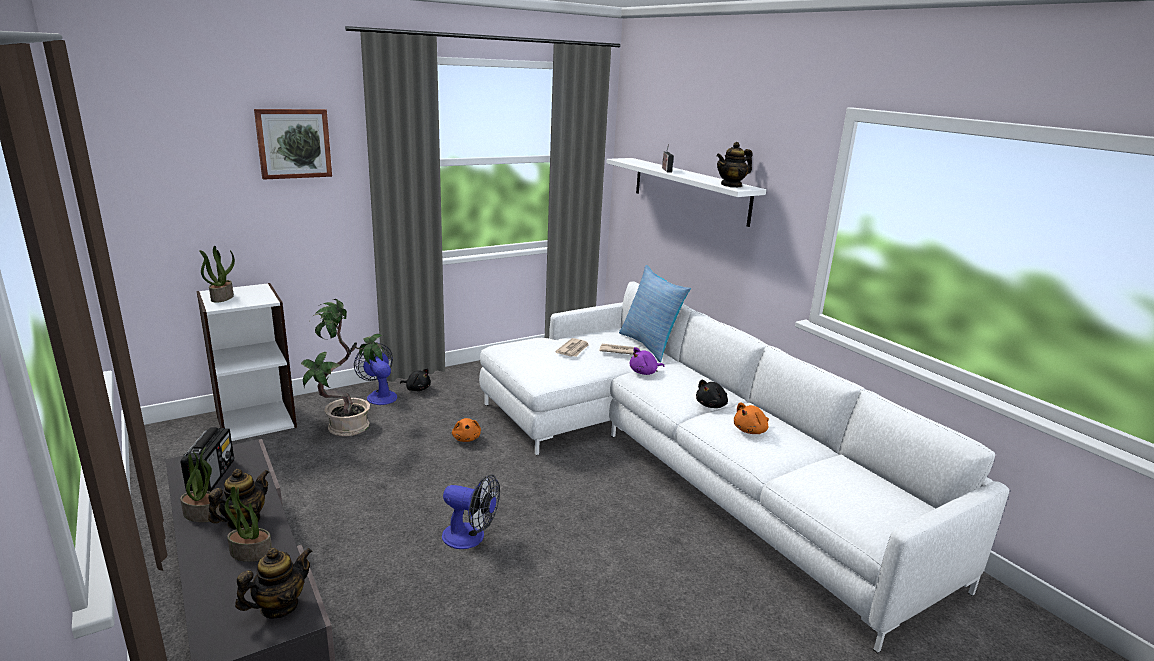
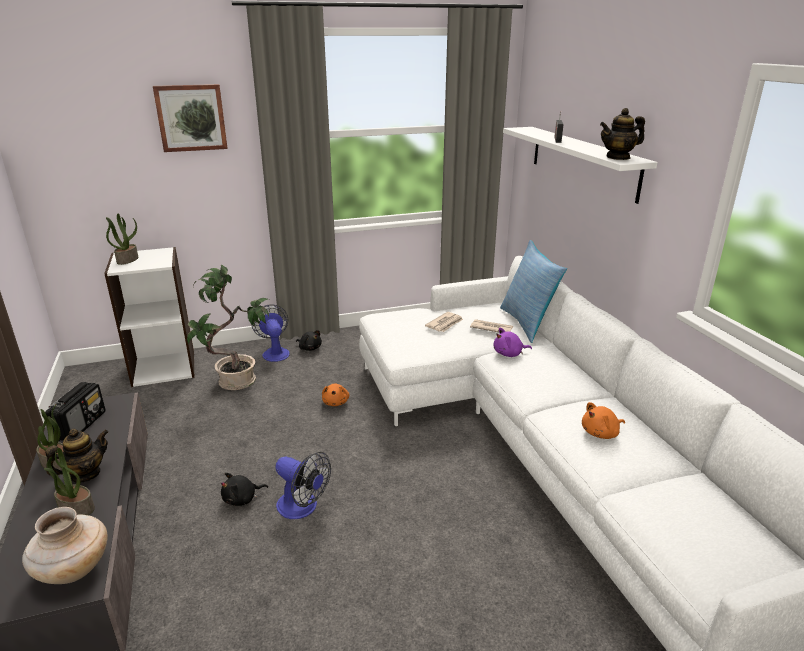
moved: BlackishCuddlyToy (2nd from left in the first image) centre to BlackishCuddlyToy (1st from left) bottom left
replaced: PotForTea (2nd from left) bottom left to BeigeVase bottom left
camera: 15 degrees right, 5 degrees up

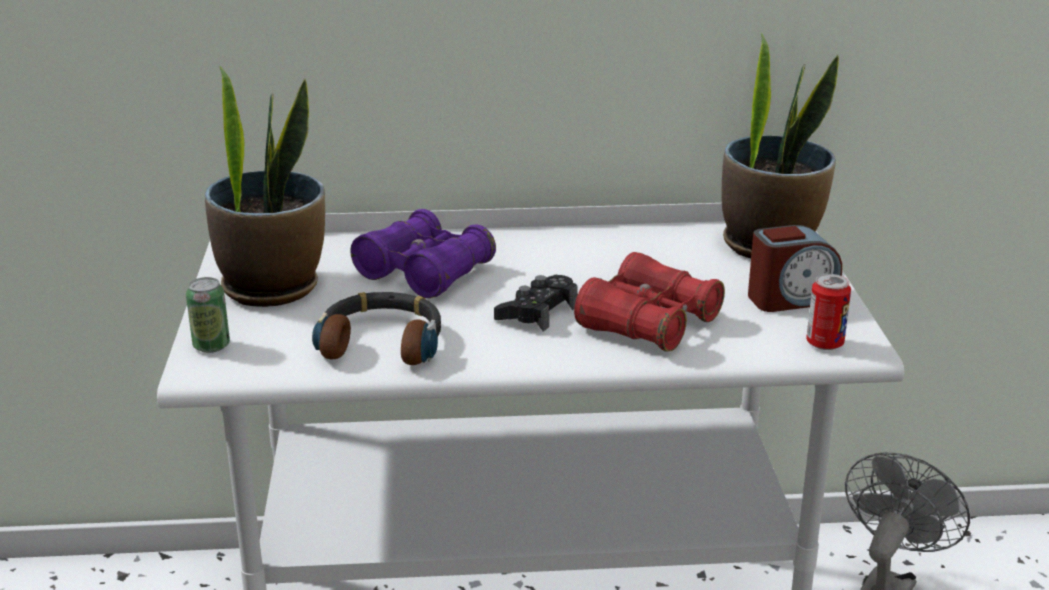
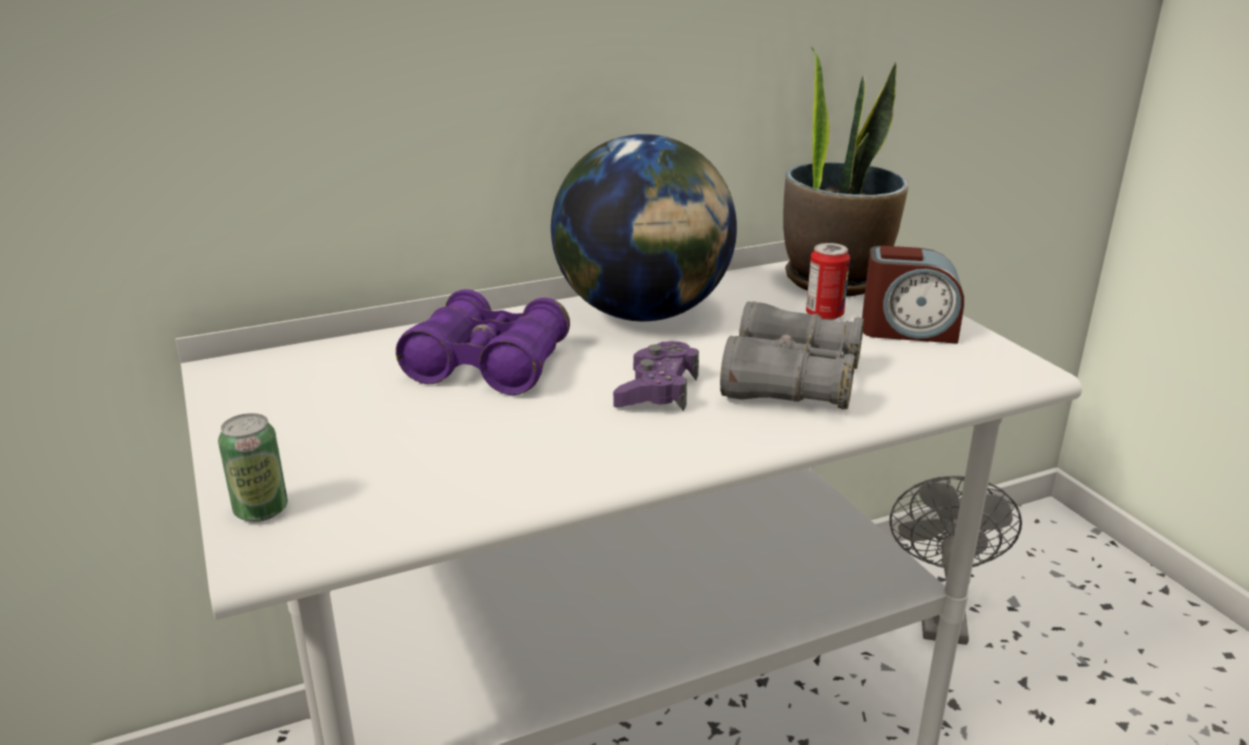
removed: PlantInAPot (1st from left) top left; Headset centre
added: DeskGlobe top centre
moved: Can (2nd from left) middle right to centre
recoloured: BlackishGameController centre to PurplishGameController centre; RedBinoculars centre to GrayBinoculars centre
turned: TableClock middle right = middle right 45 degrees clockwise
camera: 20 degrees left, 0 degrees up

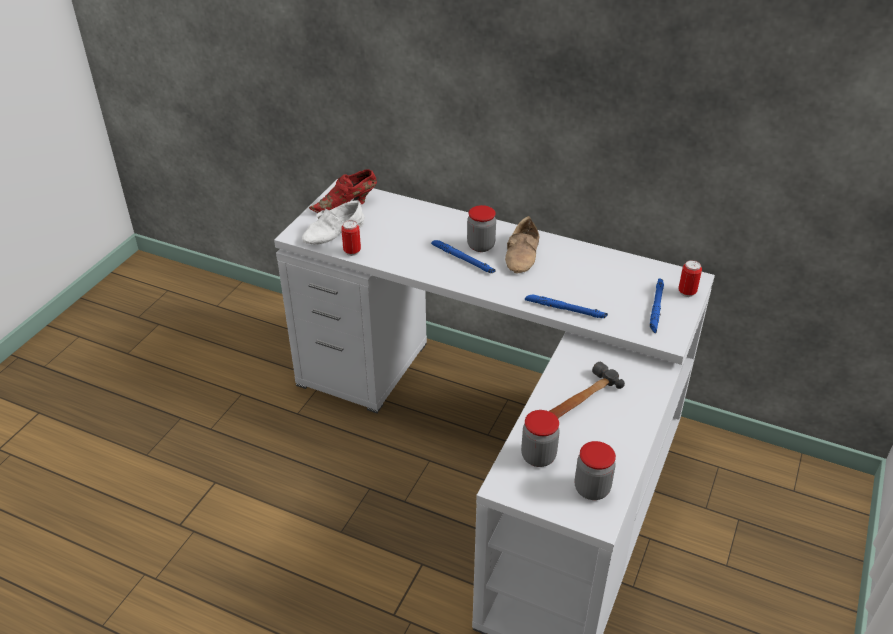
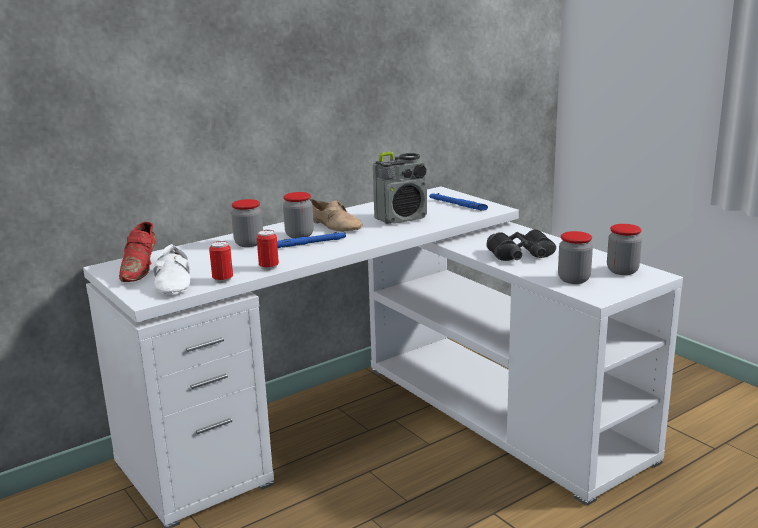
removed: BluishTorch (2nd from left) centre
added: PreserveJar (1st from left) middle left; Radio centre
moved: Can (2nd from left) middle right to centre
replaced: Hammer centre to BlackishBinoculars middle right
camera: 60 degrees left, 20 degrees down

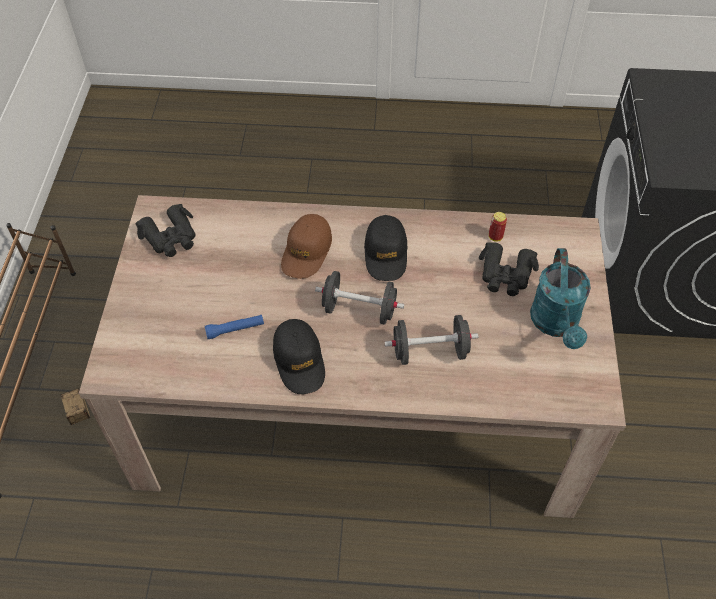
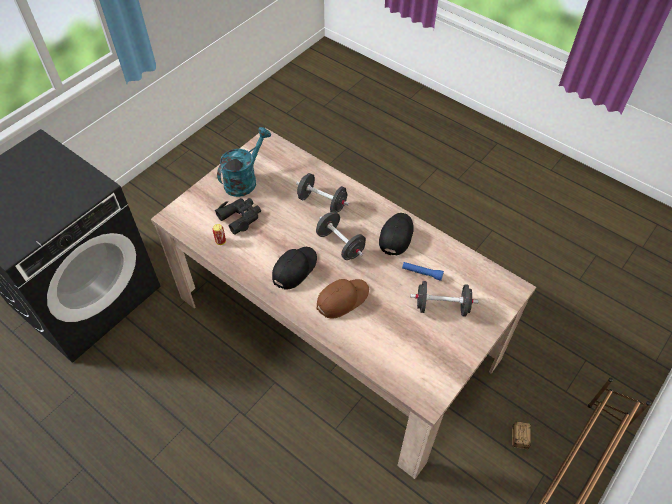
removed: BlackishBinoculars (1st from left) middle left
added: BlackishHandWeight (3rd from left) centre
camera: 145 degrees left, 0 degrees up

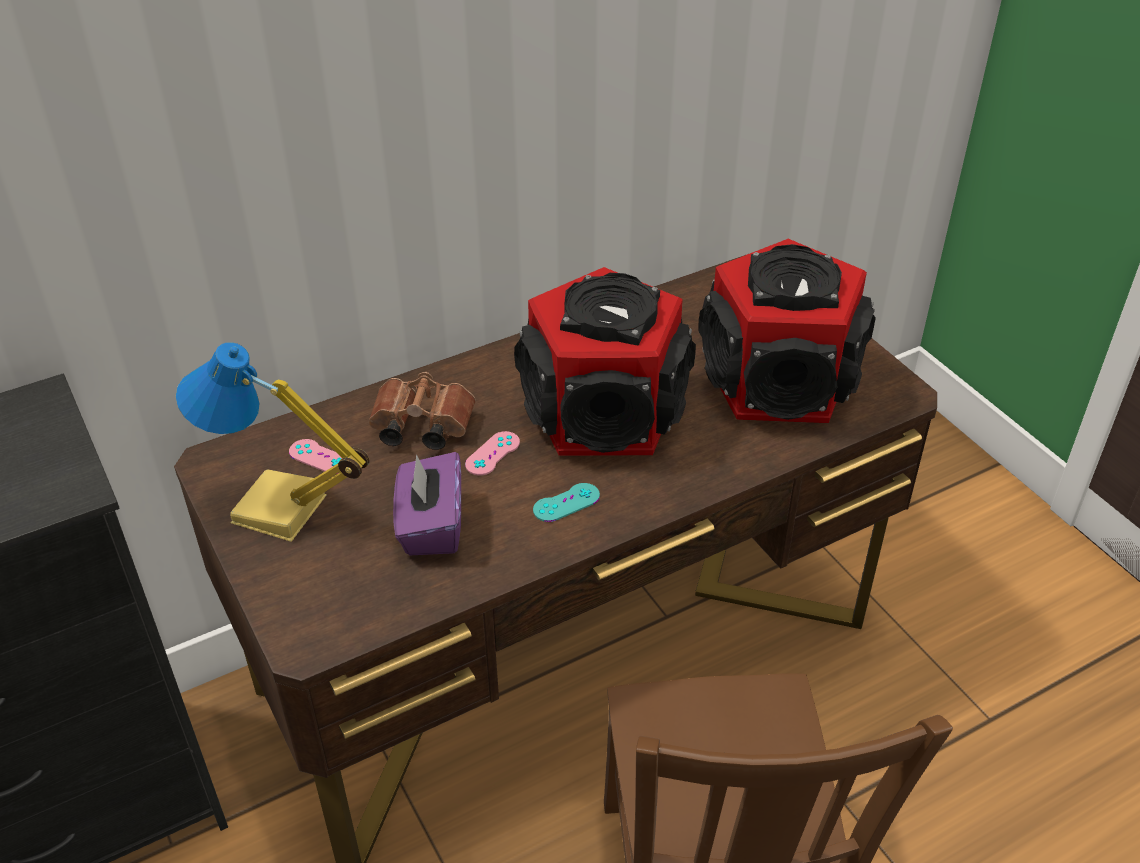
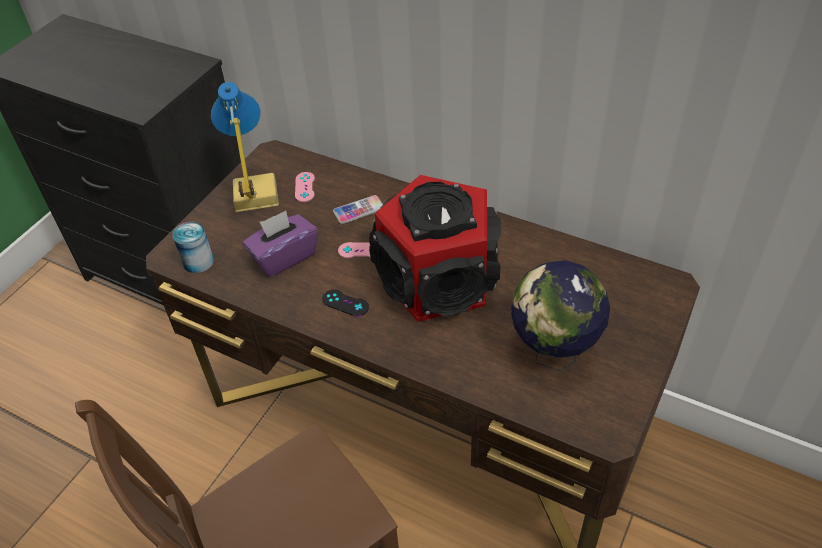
added: Can middle left
replaced: BrownColouredBinoculars centre to Handset centre; Speaker (2nd from left) middle right to DeskGlobe middle right
recoloured: TurquoiseGameController centre to BlackishGameController centre
camera: 60 degrees right, 5 degrees up

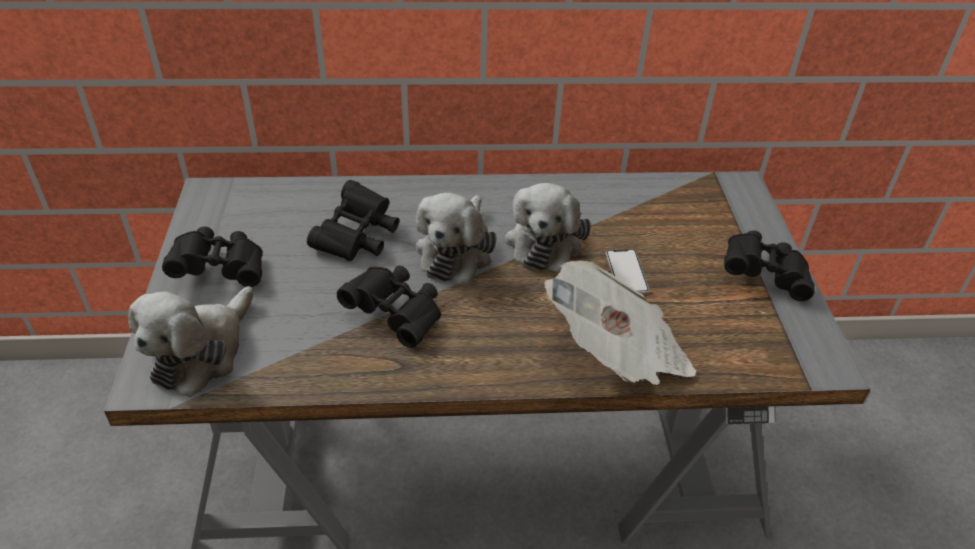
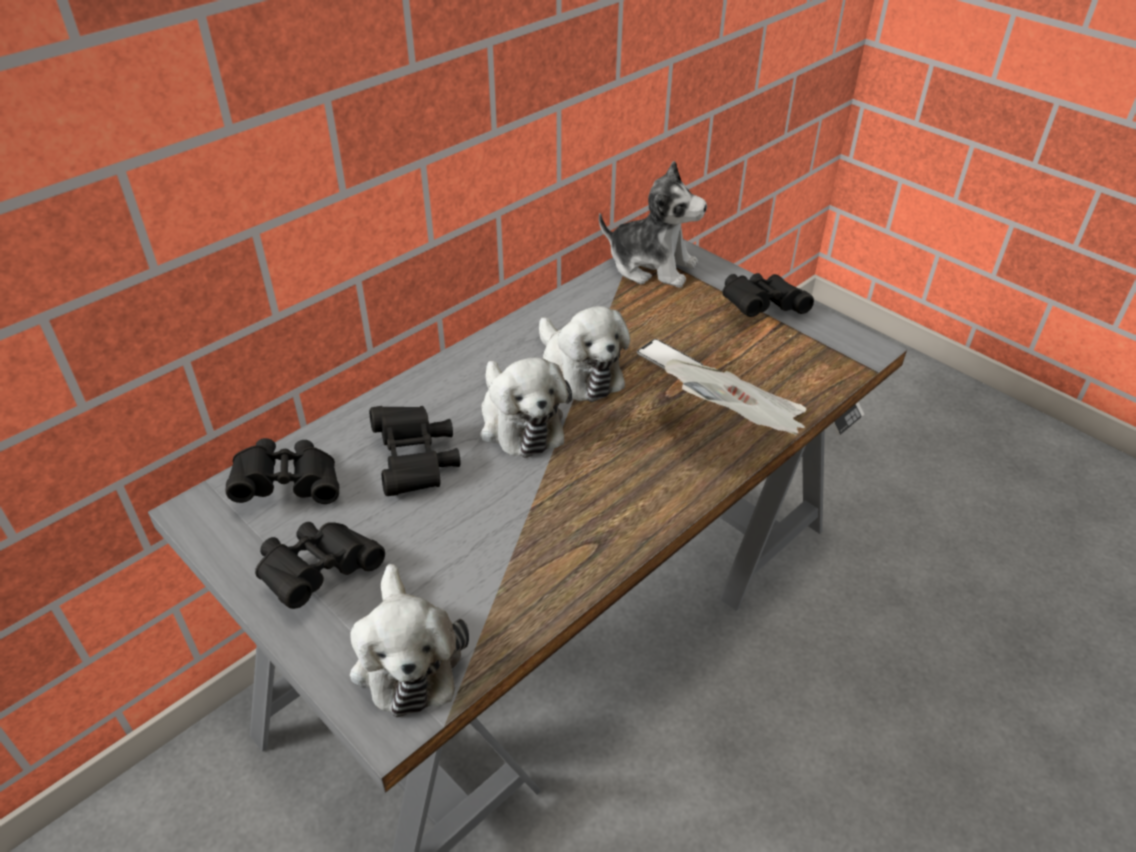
added: CuddlyToy (4th from left) top centre
moved: BlackishBinoculars (3rd from left in the first image) centre to BlackishBinoculars (1st from left) middle left
camera: 40 degrees left, 0 degrees up

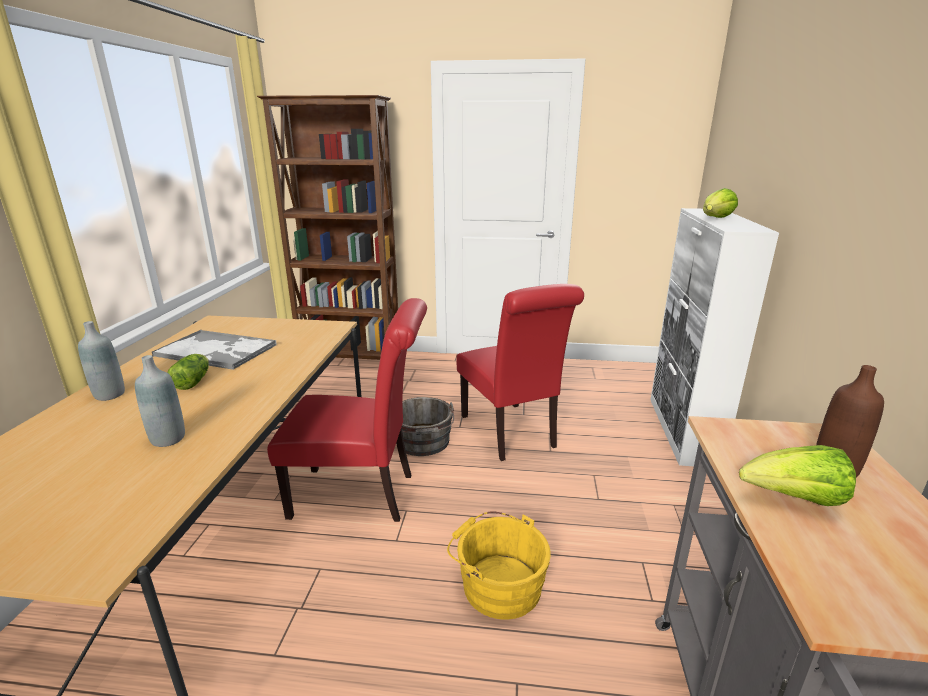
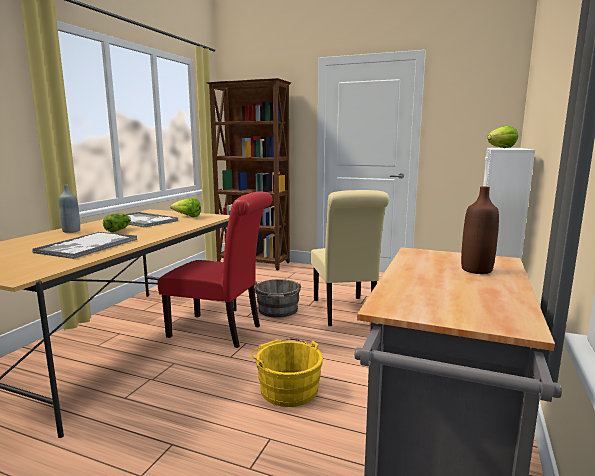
moved: Lettuce (3rd from left in the first image) bottom right to Lettuce (2nd from left) middle left
replaced: GrayBeverageBottle (2nd from left) middle left to CarryingTray (1st from left) middle left
recoloured: RedChair (2nd from left) centre to BeigeChair centre
camera: 15 degrees right, 10 degrees down

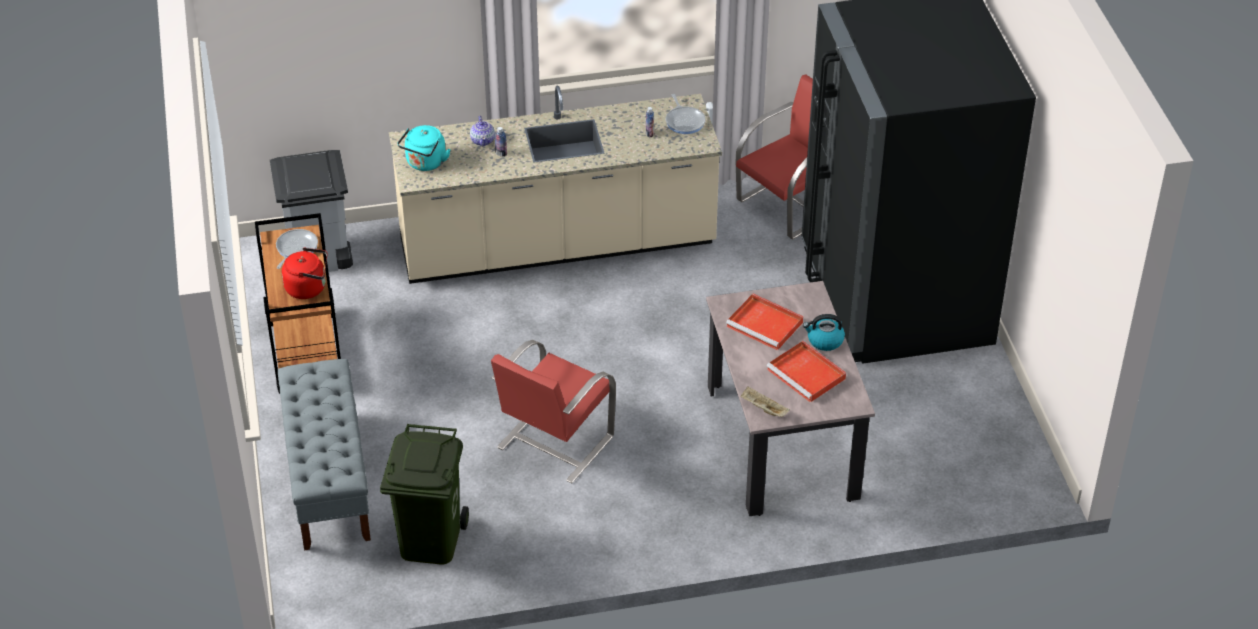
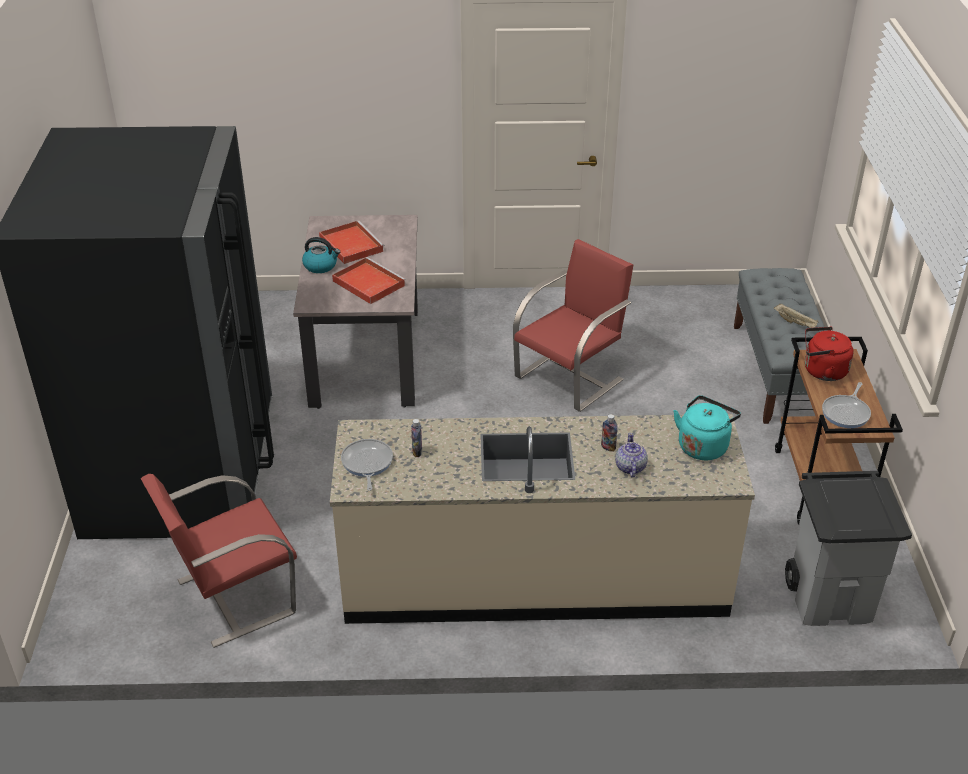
removed: GreenRubbishBin bottom centre
moved: BeigeCarryingTray centre to middle right
camera: 170 degrees left, 5 degrees down

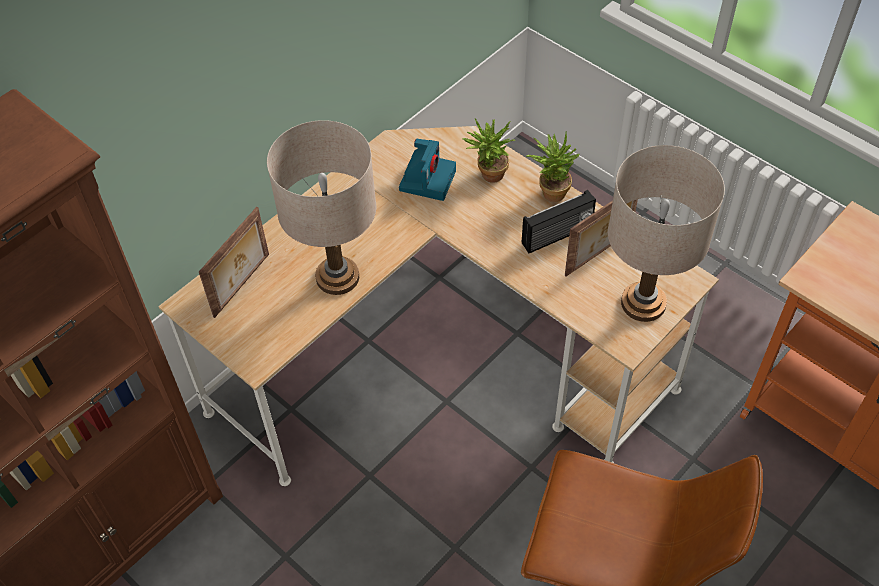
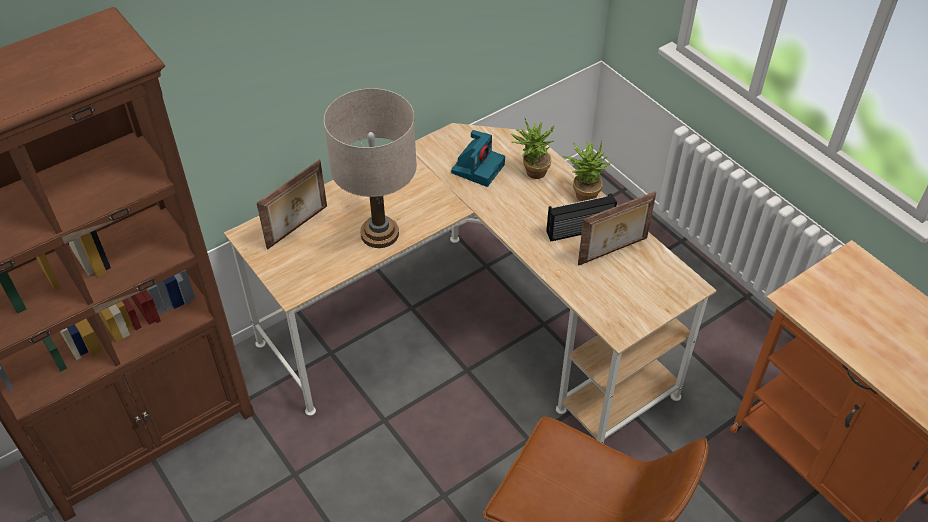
removed: BeigeLampForATable (2nd from left) middle right
camera: 10 degrees right, 5 degrees down

